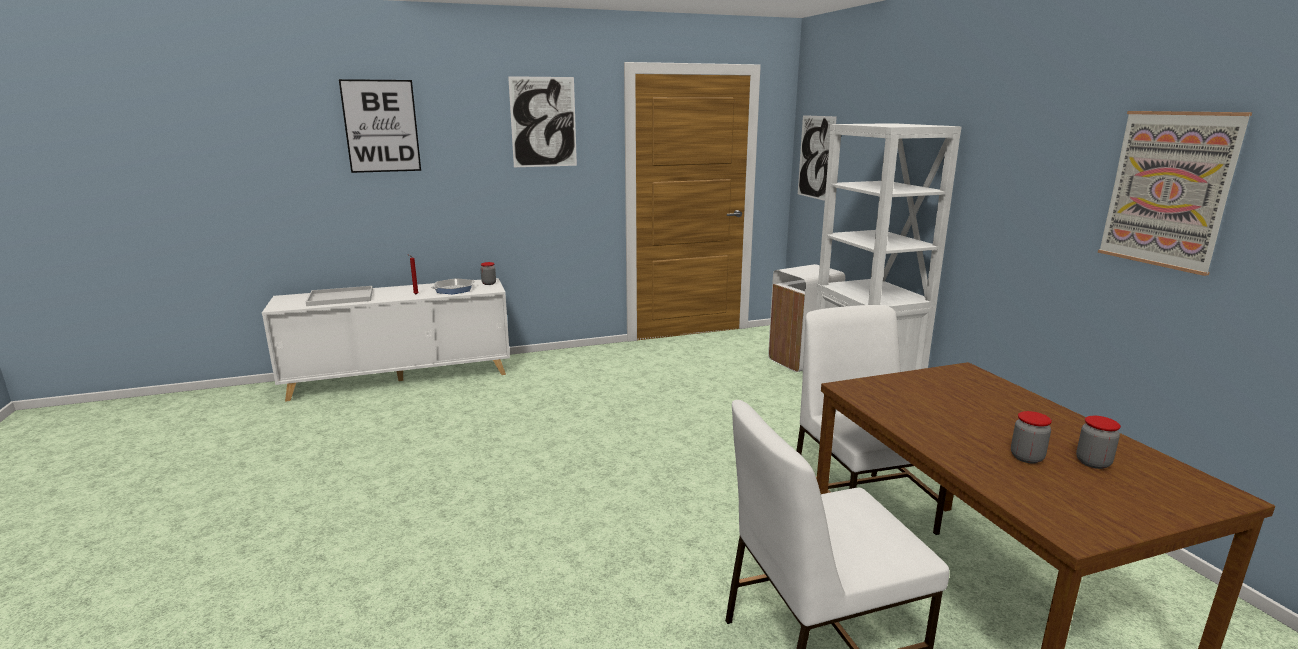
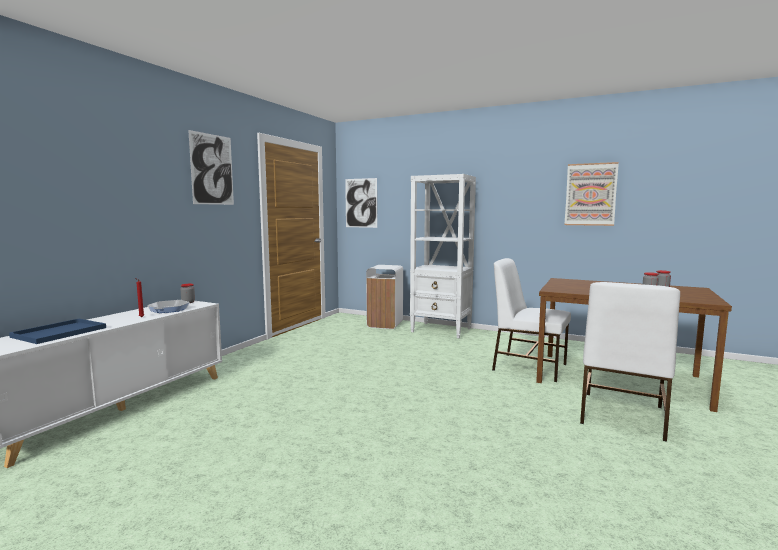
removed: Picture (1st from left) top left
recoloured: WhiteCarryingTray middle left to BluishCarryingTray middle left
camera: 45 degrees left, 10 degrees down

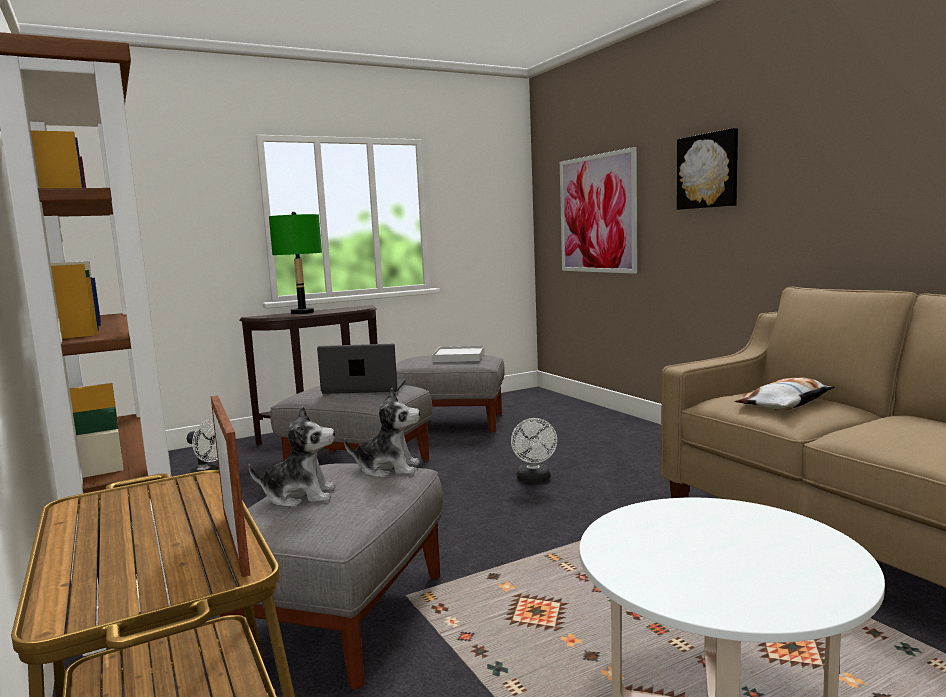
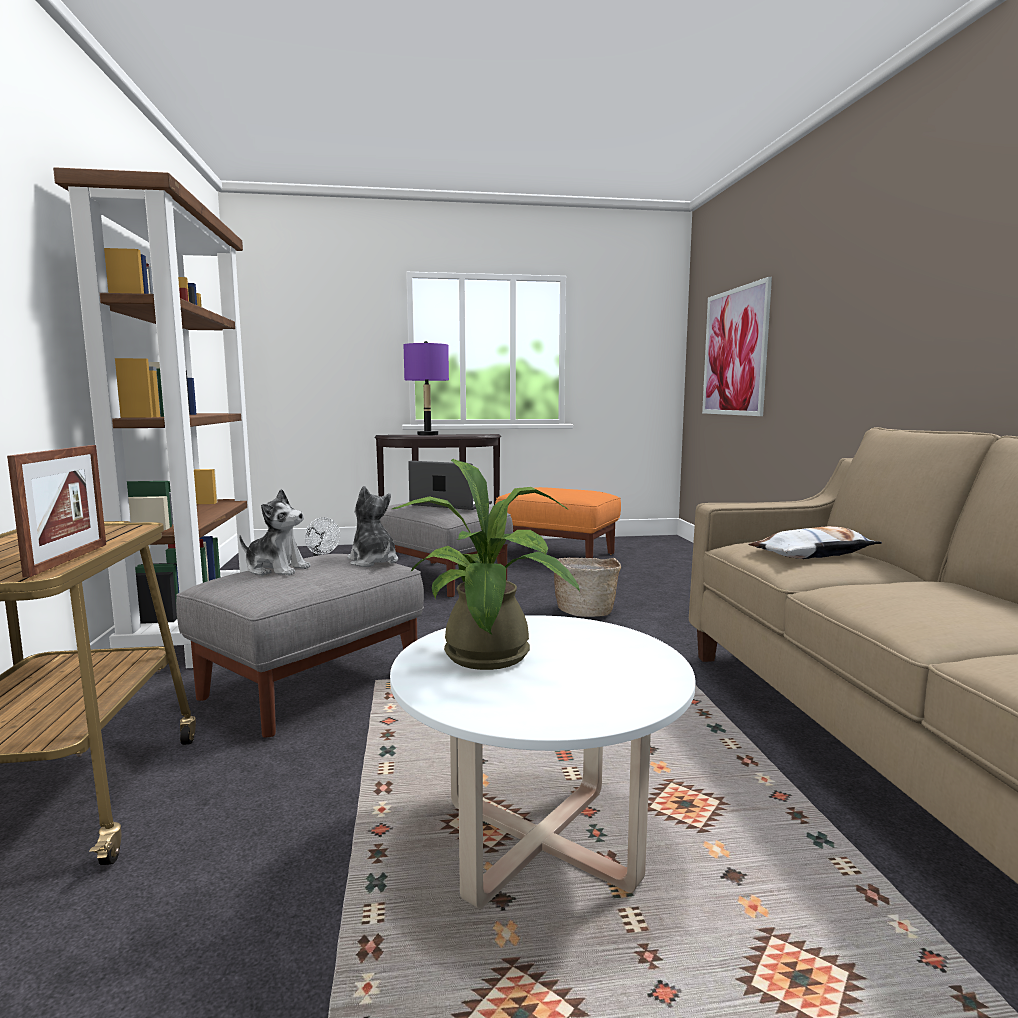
removed: WhiteCarryingTray centre; Picture (2nd from left) top right
added: PlantInAPot centre
replaced: WhiteElectricFan (2nd from left) centre to Basket centre
recoloured: GreenLampForATable middle left to PurplishLampForATable centre; GrayPouffe (3rd from left) centre to OrangeyPouffe centre
turned: CuddlyToy (2nd from left) centre = centre 150 degrees counterclockwise
camera: 20 degrees right, 0 degrees up

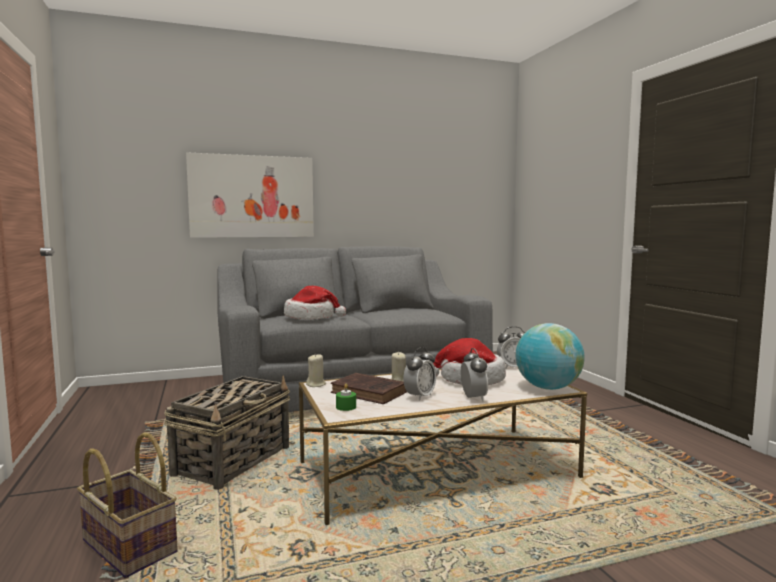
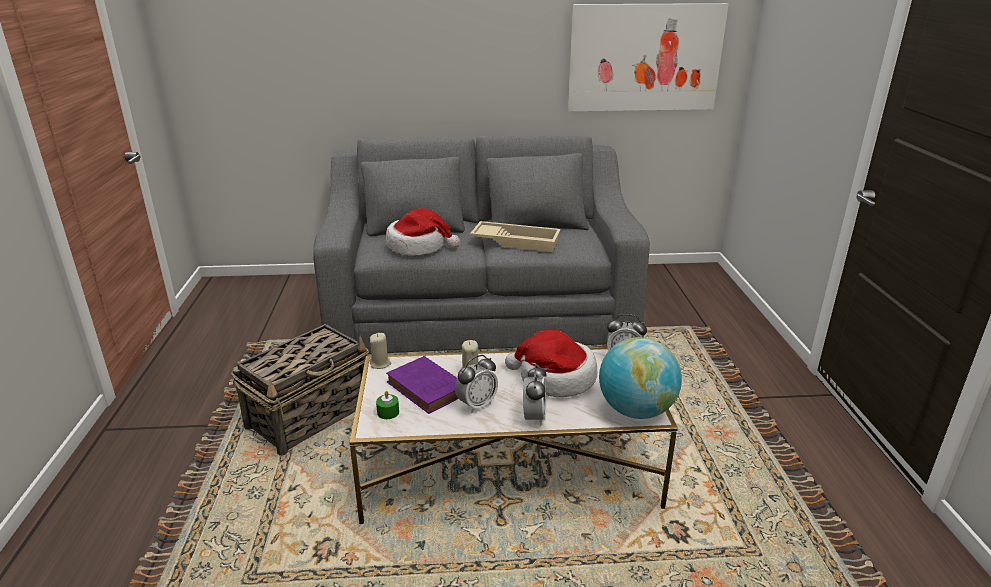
removed: Basket (1st from left) bottom left
added: BeigeCarryingTray centre
moved: Picture middle left to top centre
recoloured: BrownColouredVolume bottom centre to PurplishVolume centre
camera: 15 degrees right, 20 degrees up

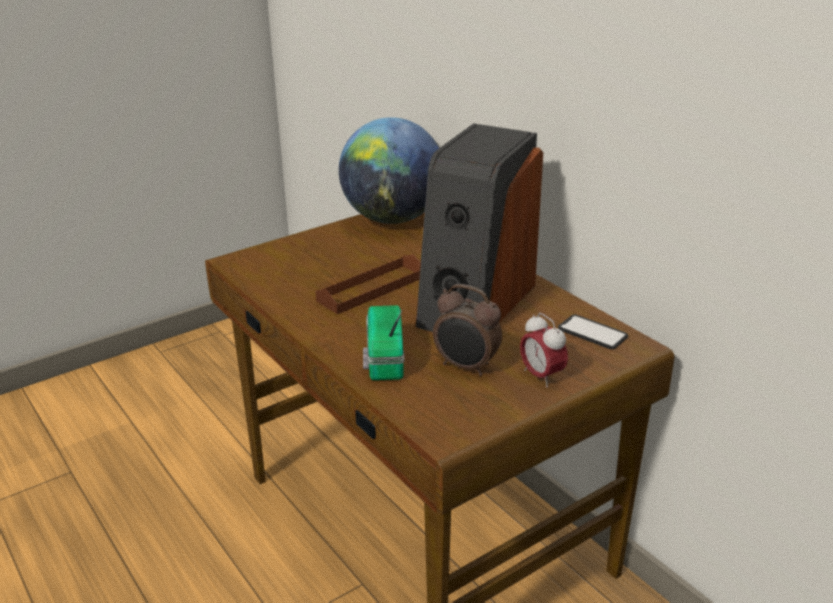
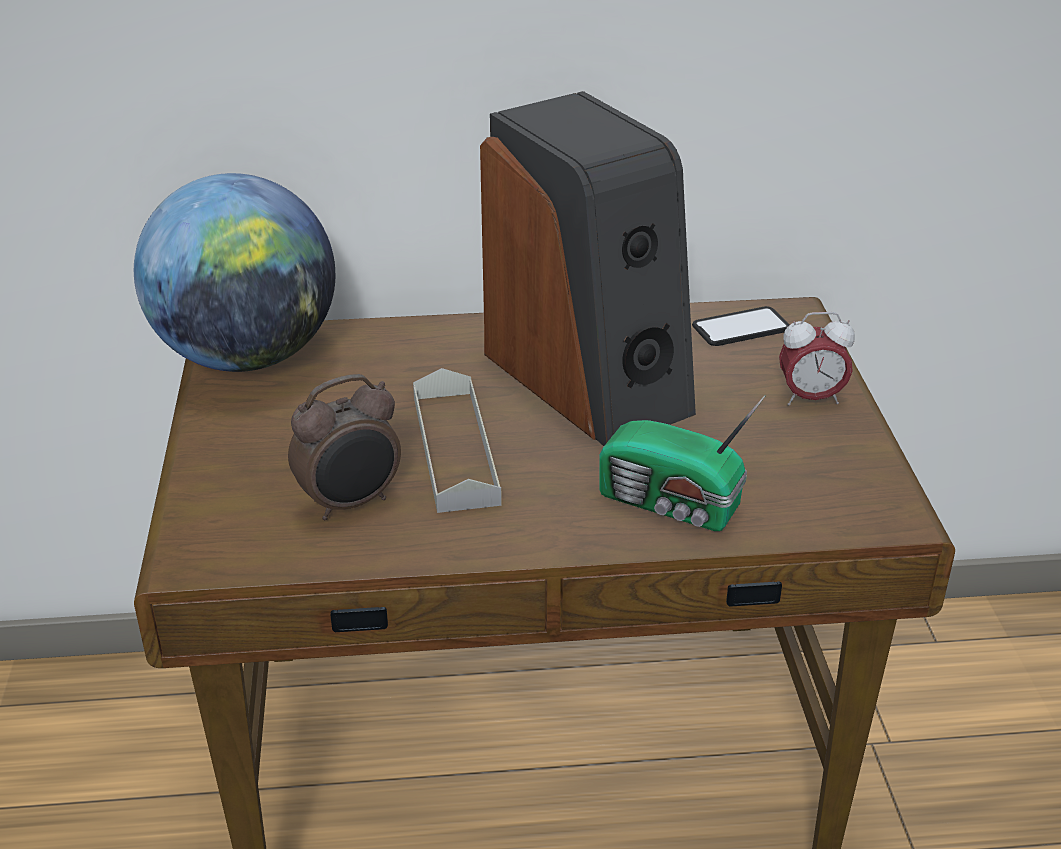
moved: TableClock (1st from left) centre to middle left
recoloured: BrownColouredCarryingTray centre to GrayCarryingTray centre
camera: 60 degrees left, 5 degrees up

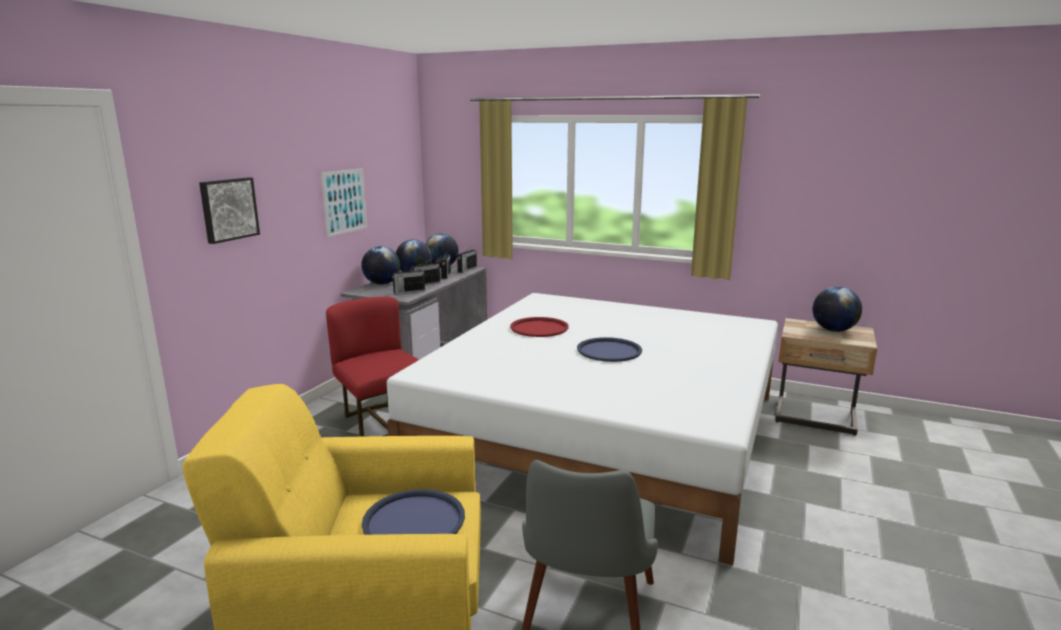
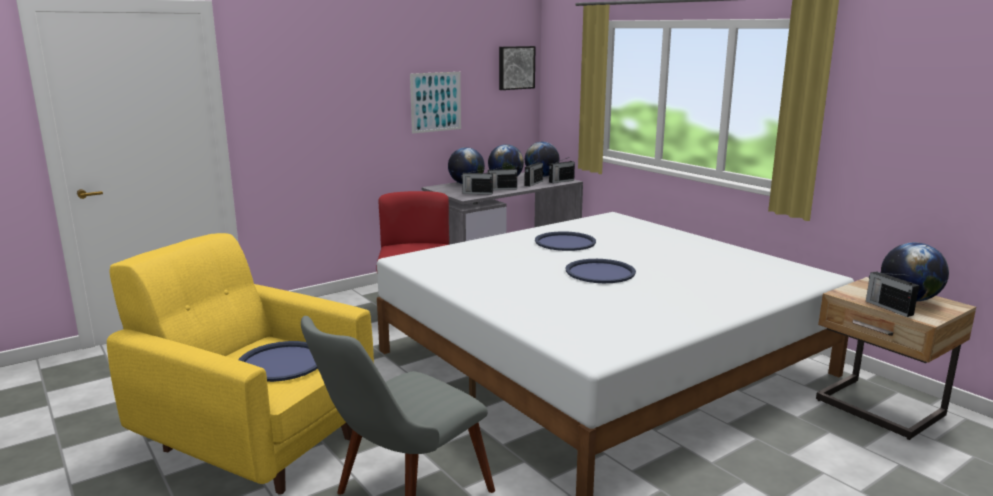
added: Radio (5th from left) middle right
moved: Picture (1st from left in the first image) middle left to Picture (2nd from left) top centre
recoloured: RedCarryingTray centre to BluishCarryingTray (2nd from left) centre
camera: 30 degrees right, 0 degrees up

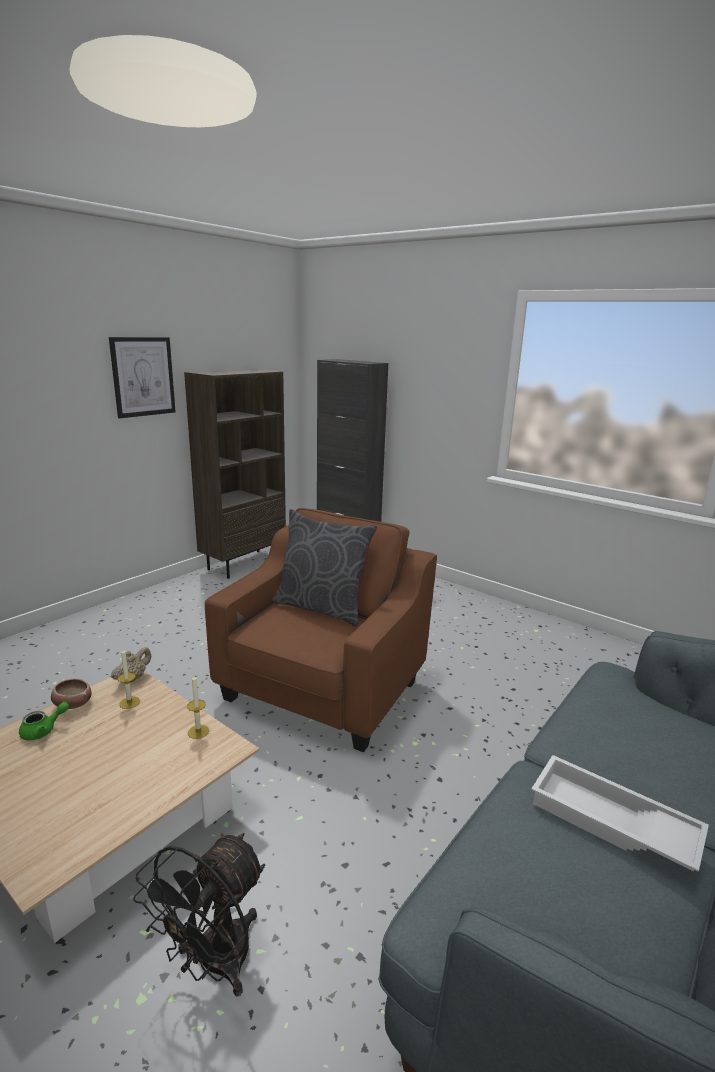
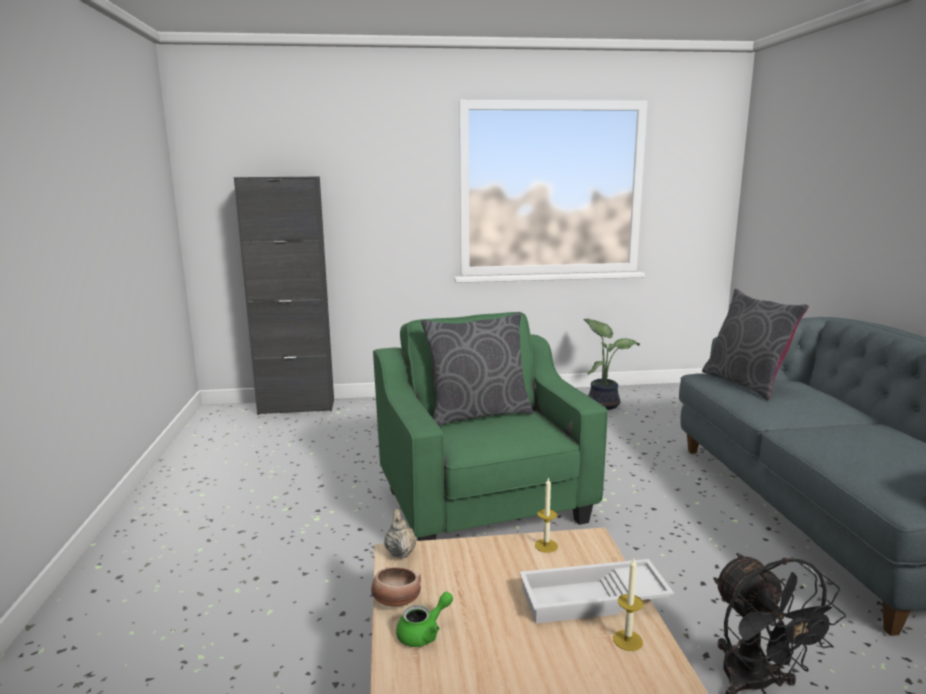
removed: Picture middle left; BrownColouredBookshelf middle left
added: PlantInAPot centre; GrayPillow (2nd from left) middle right
moved: WhiteCarryingTray bottom right to bottom centre; WaxCandle (1st from left in the first image) middle left to WaxCandle (2nd from left) bottom right
recoloured: BrownColouredLoungeChair centre to GreenLoungeChair centre
turned: GreenPotForTea bottom left = bottom centre 45 degrees clockwise
camera: 45 degrees left, 5 degrees down

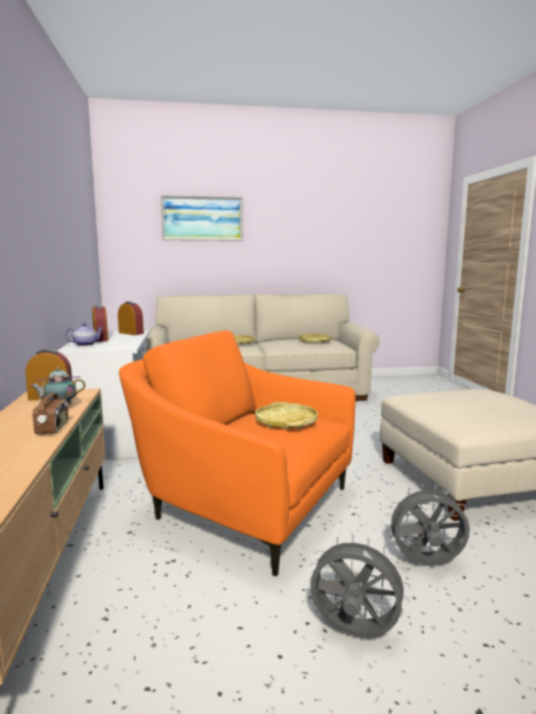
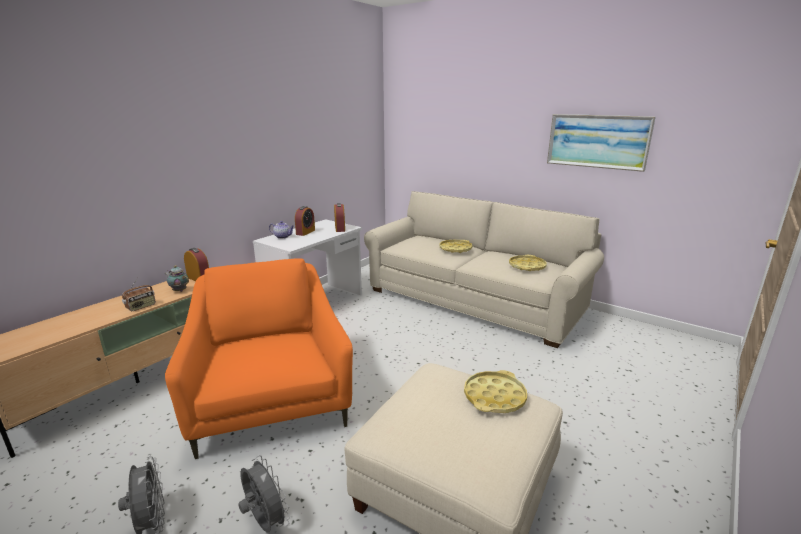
moved: YellowCarryingTray (2nd from left) centre to bottom centre; Picture top centre to top right
camera: 45 degrees right, 10 degrees up

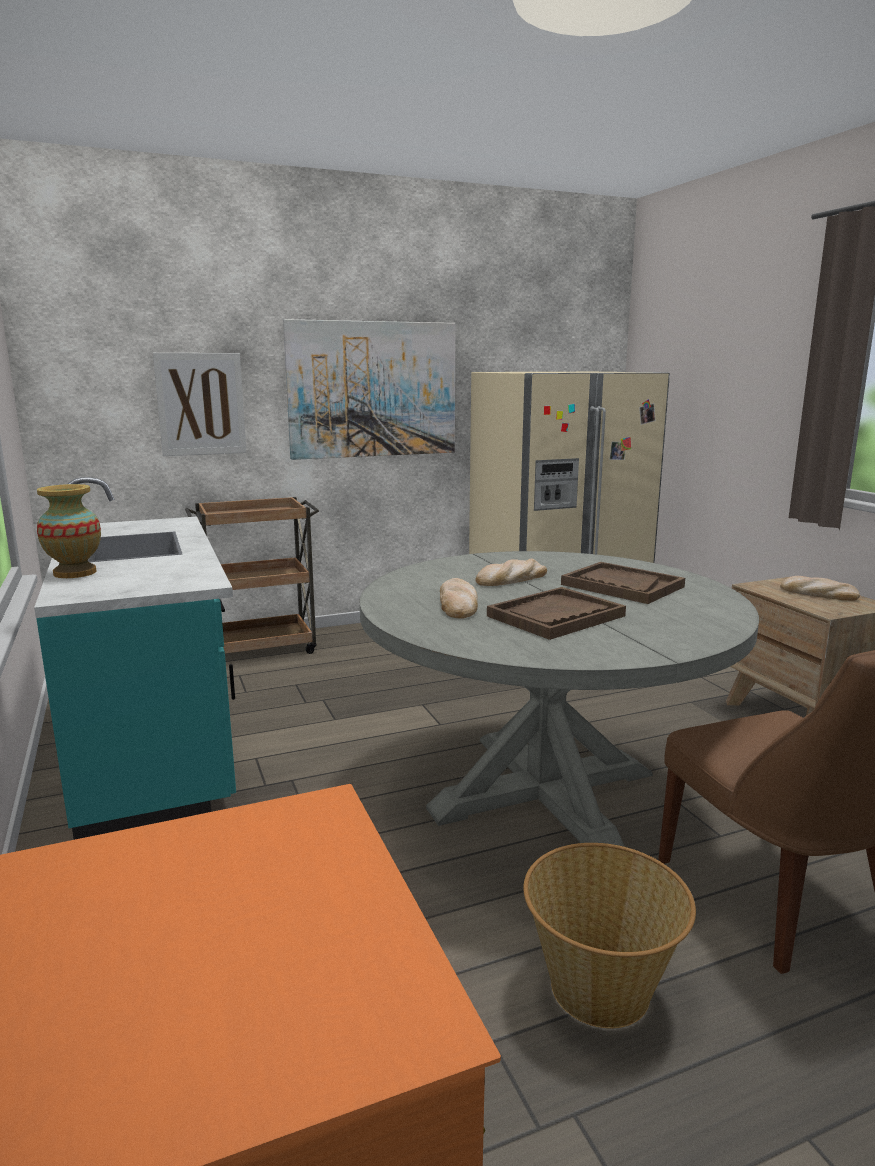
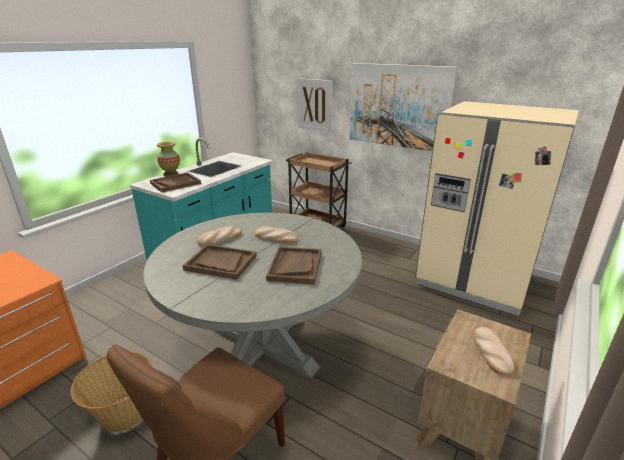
added: BrownColouredCarryingTray (1st from left) middle left
camera: 55 degrees right, 10 degrees up

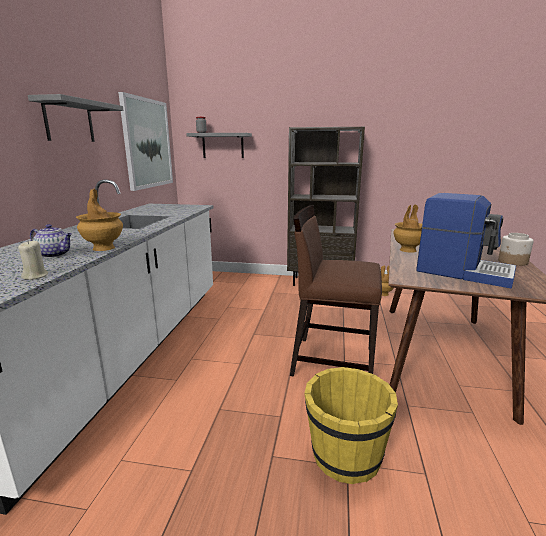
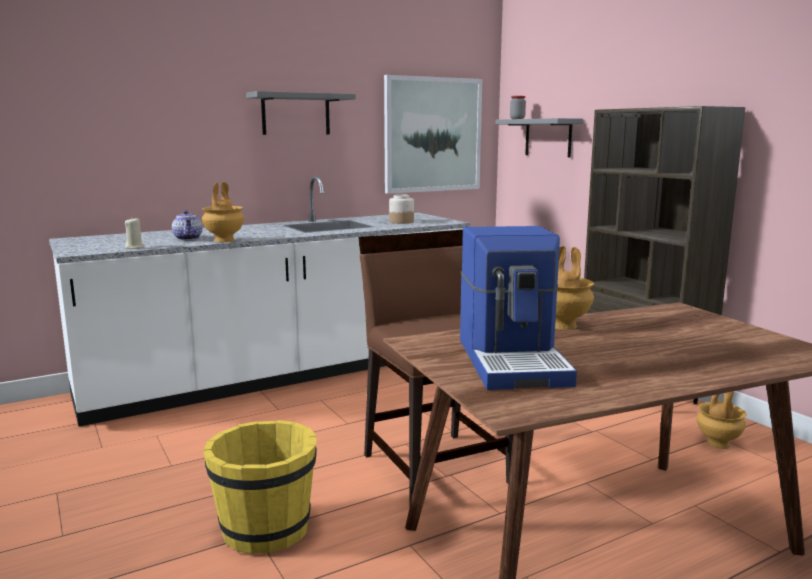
moved: PreserveJar (2nd from left in the first image) middle right to PreserveJar (1st from left) centre
camera: 50 degrees right, 5 degrees down

